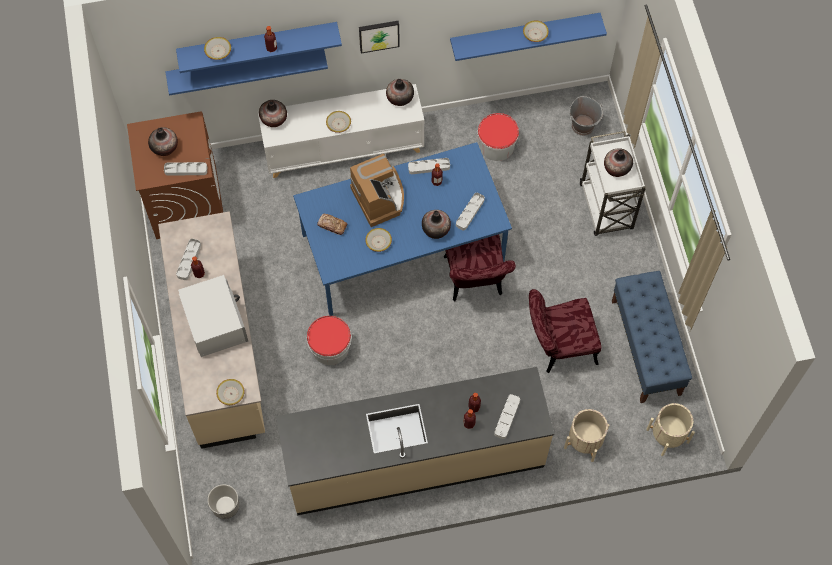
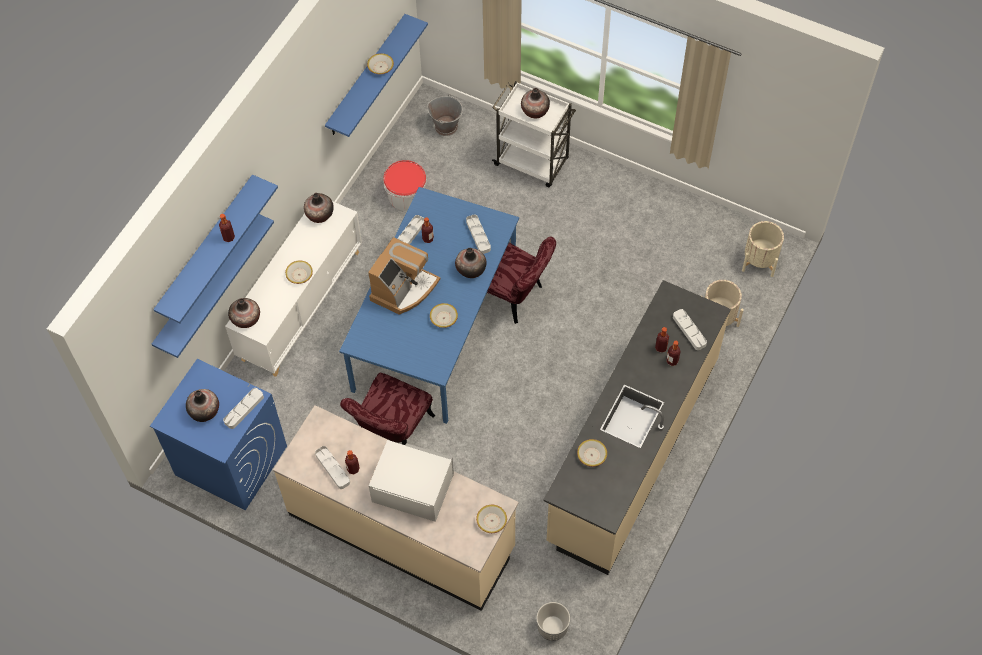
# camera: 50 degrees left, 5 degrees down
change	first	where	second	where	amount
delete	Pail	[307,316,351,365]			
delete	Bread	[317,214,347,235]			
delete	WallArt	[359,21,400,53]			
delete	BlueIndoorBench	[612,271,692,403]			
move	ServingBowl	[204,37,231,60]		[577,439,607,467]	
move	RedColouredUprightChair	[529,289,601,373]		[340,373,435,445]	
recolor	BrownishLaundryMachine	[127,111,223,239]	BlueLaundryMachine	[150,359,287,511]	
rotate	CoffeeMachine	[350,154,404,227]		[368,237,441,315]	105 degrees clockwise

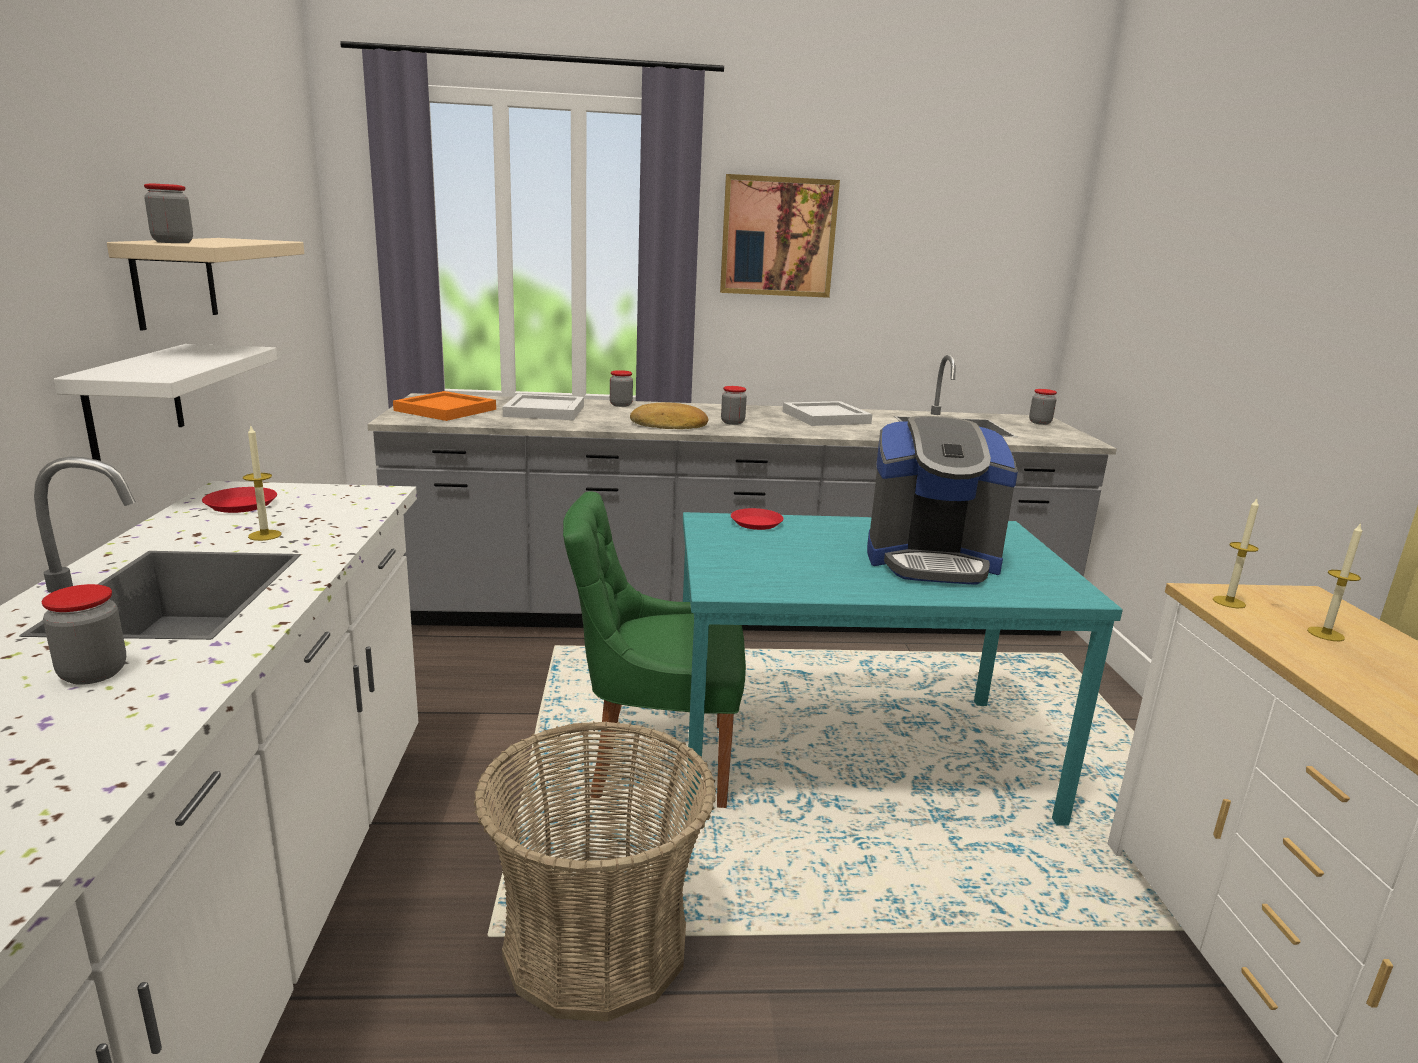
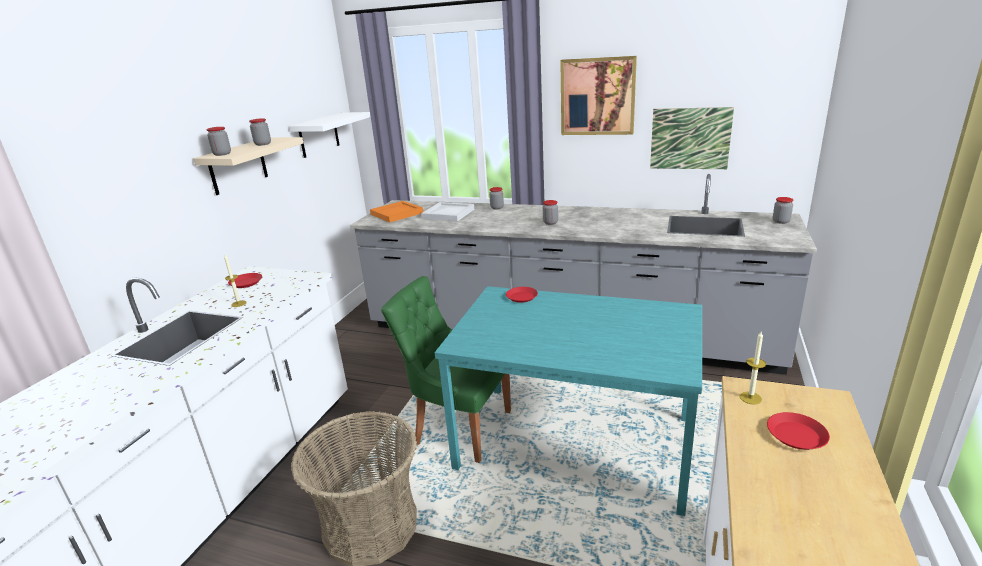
# camera: 25 degrees right, 5 degrees up
change	first	where	second	where	amount
delete	Bread	[630,403,708,429]			
delete	WhitishCarryingTray	[783,401,873,426]			
delete	CoffeeMachine	[867,416,1018,585]			
insert			WallArt	[650,107,734,169]	
move	StorageJar	[41,584,126,685]		[249,118,271,146]	
move	WhitishBracketShelf	[54,344,277,461]		[289,112,371,158]	
replace	WaxLight	[1307,522,1362,641]	RedColouredDinnerPlate	[767,412,830,450]	

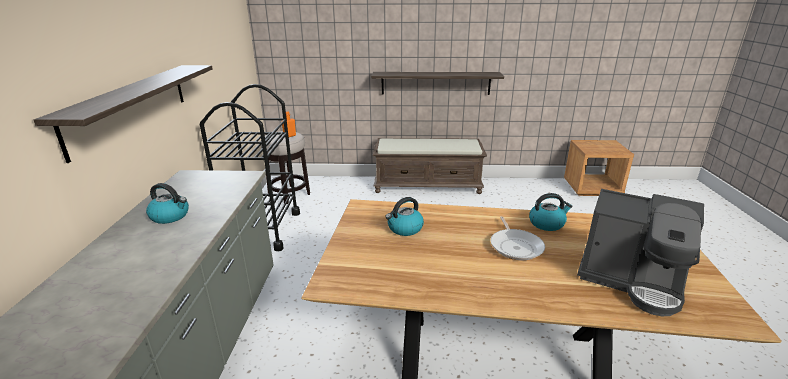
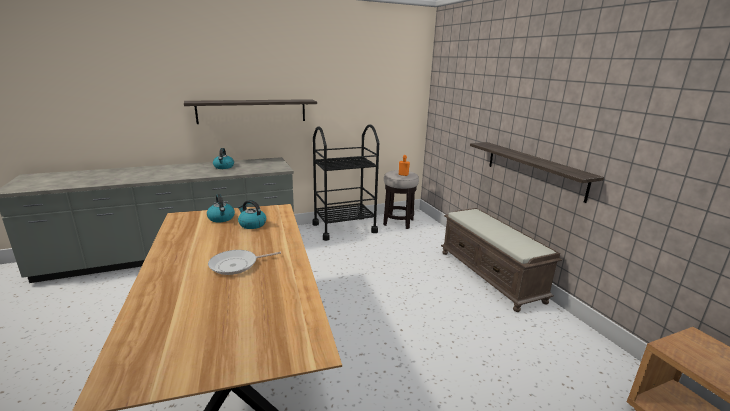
# camera: 65 degrees right, 5 degrees down
change	first	where	second	where	amount
delete	CoffeeMachine	[577,189,704,316]			
move	Kettle	[529,193,573,231]		[207,194,235,222]	

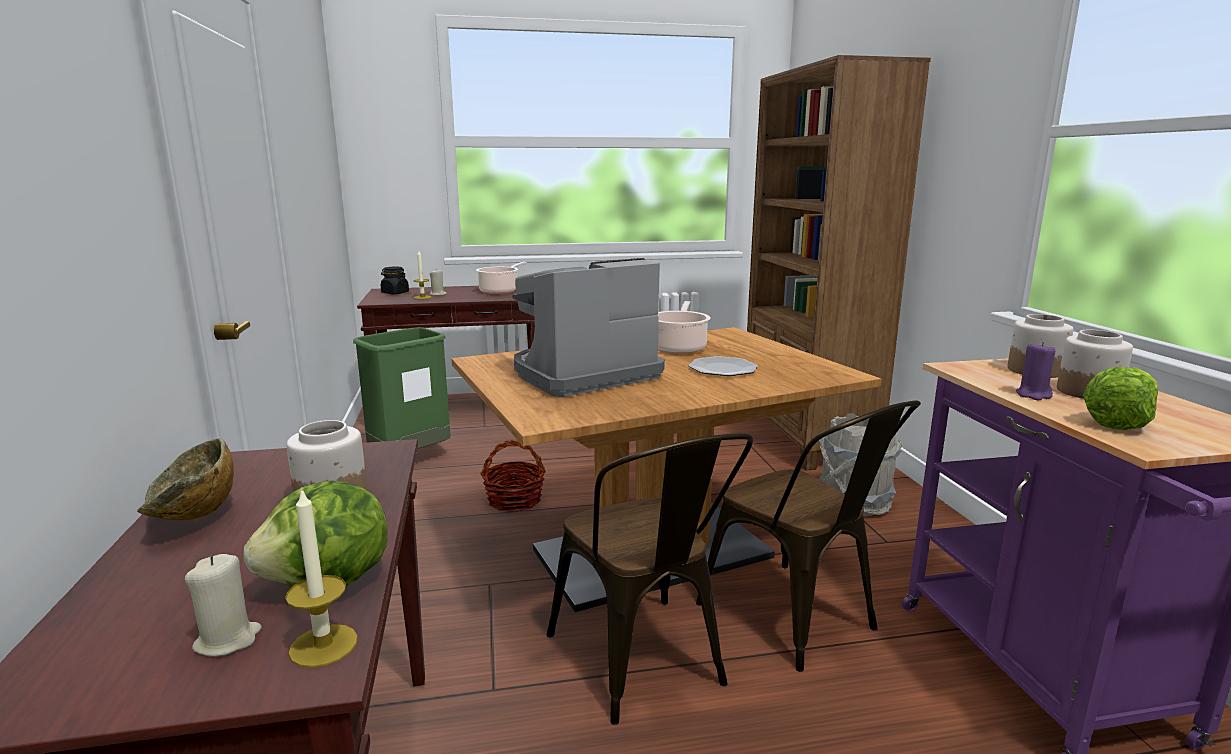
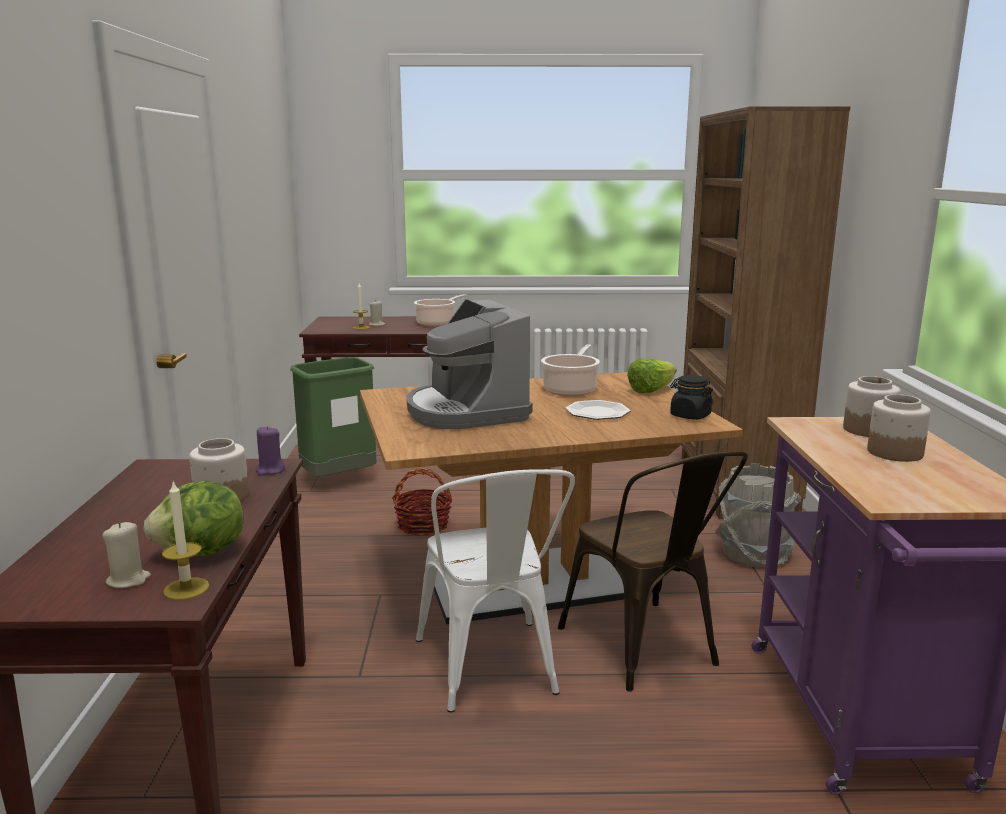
# camera: 10 degrees right, 0 degrees up
change	first	where	second	where	amount
delete	ServingBowl	[137,438,234,520]			
move	BlackColouredStorageJar	[381,266,409,294]		[670,375,713,420]	
move	PurpleWaxLight	[1016,342,1055,400]		[256,426,285,475]	
move	Lettuce	[1083,367,1158,430]		[627,358,677,393]	
recolor	BrownishUprightChair	[546,433,753,725]	WhitishUprightChair	[416,469,575,713]	
rotate	CoffeeMachine	[512,258,665,397]		[407,299,533,429]	90 degrees counterclockwise

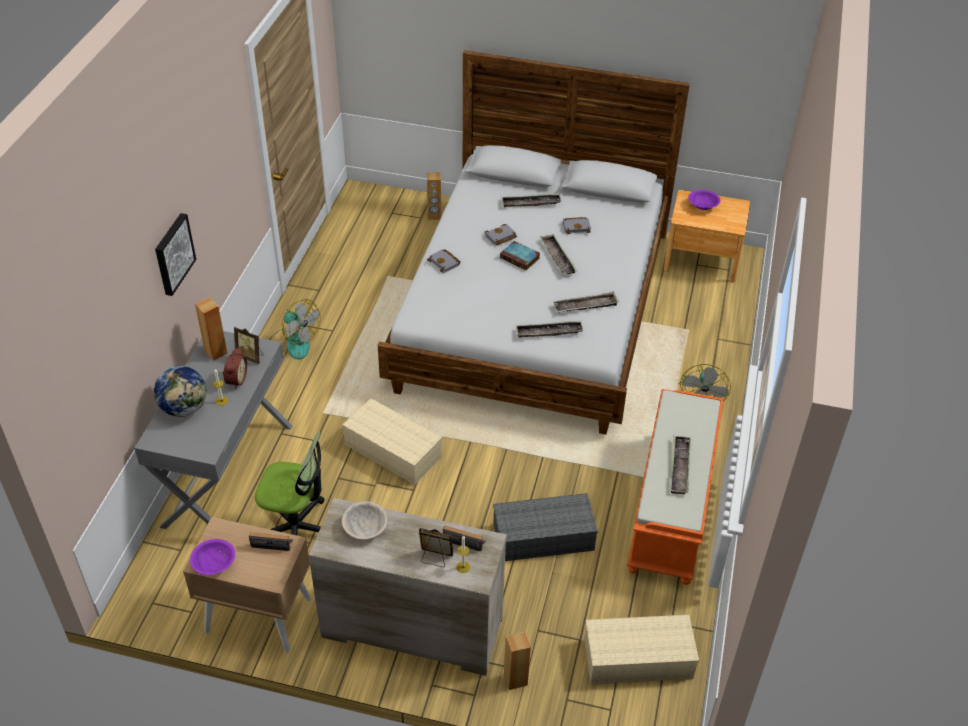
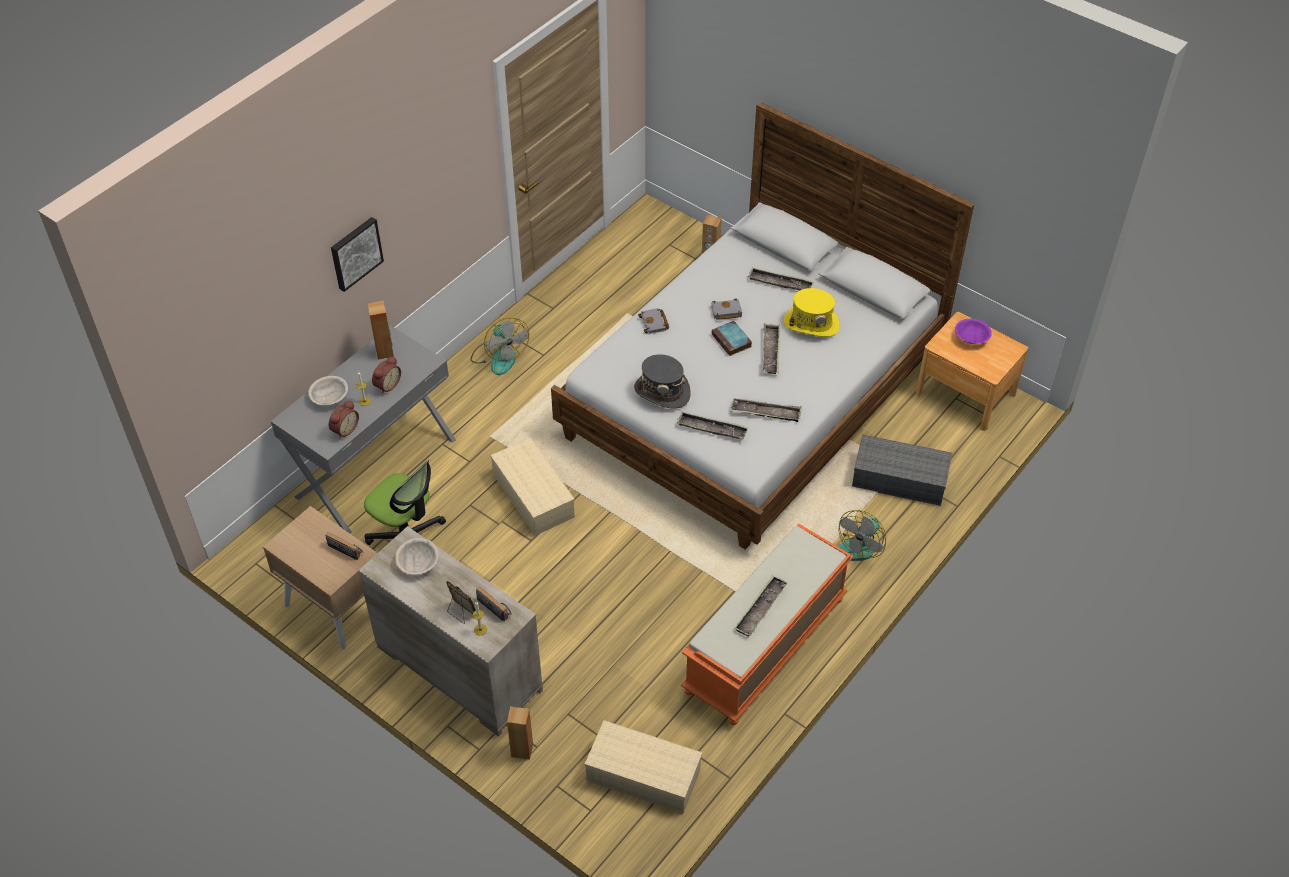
# camera: 25 degrees right, 5 degrees up
change	first	where	second	where	amount
delete	PurpleServingBowl	[190,539,235,575]			
delete	StandingFrame	[234,327,264,364]			
insert			BedsideClock	[329,400,359,439]	
insert			GreyishClothingHat	[634,354,691,408]	
move	GreyishStorageContainer	[493,493,598,561]		[852,434,952,506]	
replace	Globe	[154,366,206,417]	SandColouredServingBowl	[308,376,348,405]	
replace	GreyishBook	[563,217,591,234]	YellowClothingHat	[783,288,840,337]	

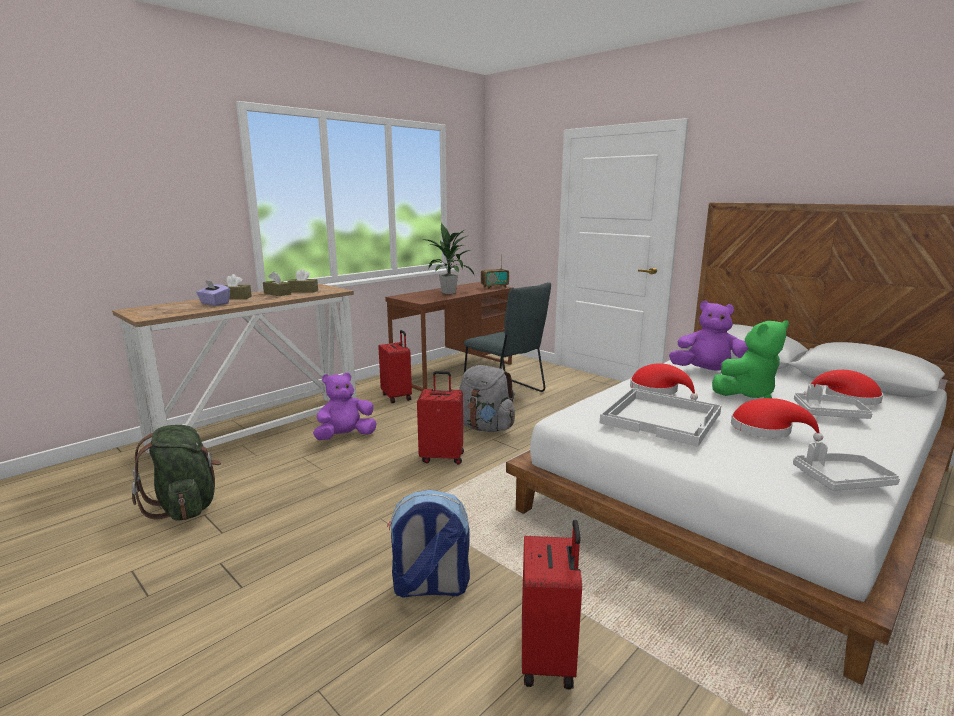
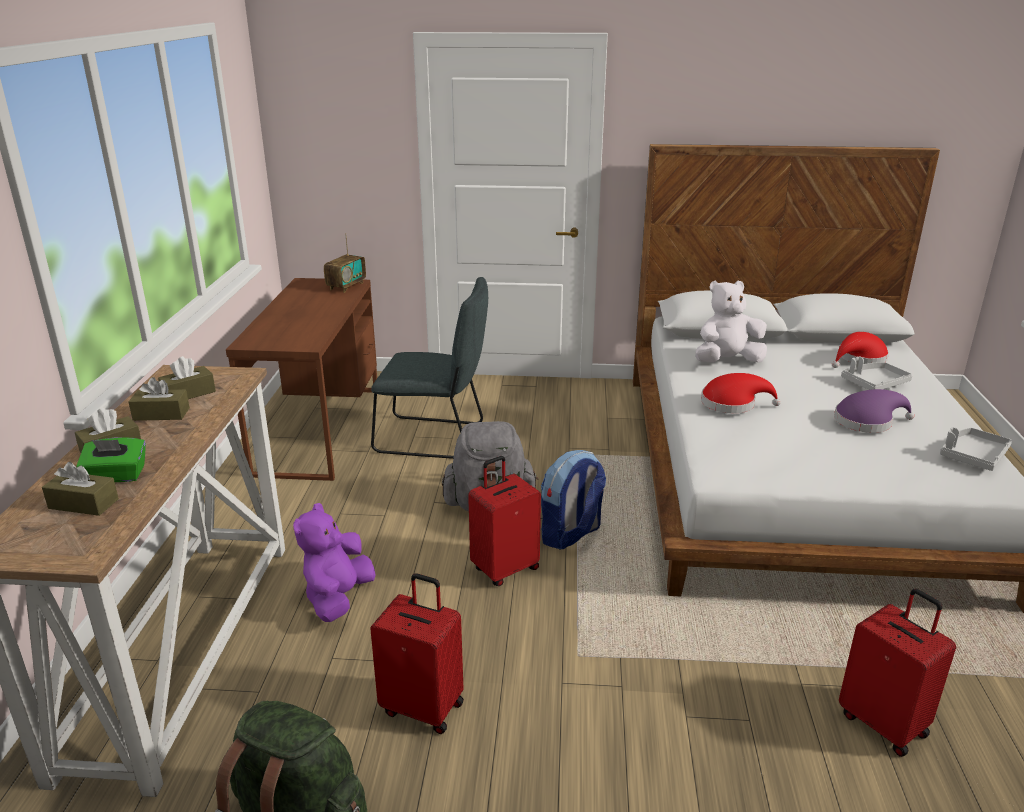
# camera: 40 degrees left, 10 degrees up
change	first	where	second	where	amount
delete	Houseplant	[424,223,475,294]			
delete	WhitishCarryingTray	[600,388,722,447]			
delete	GreenColouredCuddlyToy	[712,320,789,398]			
insert			BrownishTissueBox	[42,462,119,516]	
move	RedColouredTravelCase	[378,330,412,403]		[370,573,464,734]	
move	Rucksack	[387,490,470,598]		[541,450,606,549]	
recolor	PurpleTissueBox	[196,280,230,306]	GreenColouredTissueBox	[76,437,146,482]	
recolor	PurpleCuddlyToy	[669,301,748,377]	WhitishCuddlyToy	[695,280,767,362]	
recolor	RedColouredClothingHat	[731,398,823,441]	PurpleClothingHat	[834,389,914,433]	

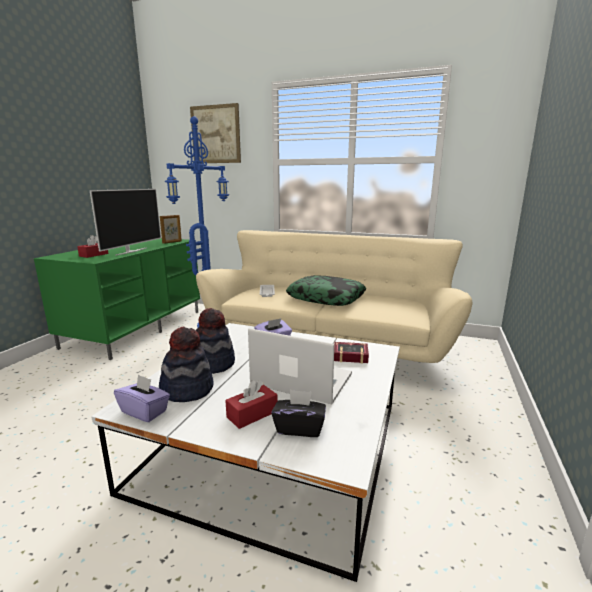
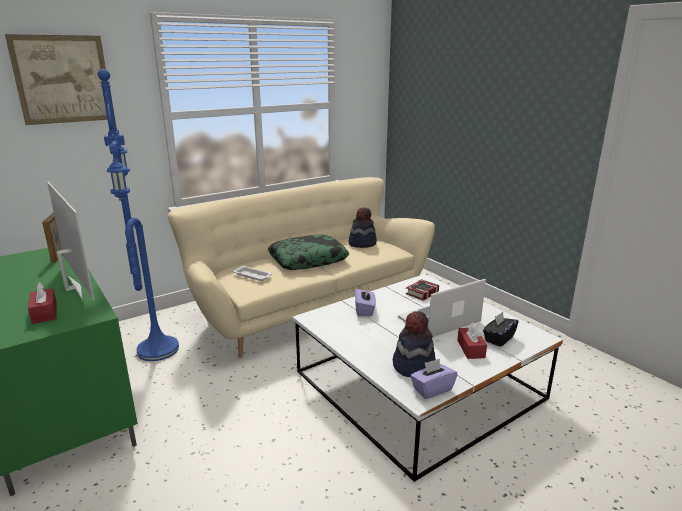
# camera: 55 degrees left, 5 degrees up
change	first	where	second	where	amount
move	ClothingHat	[196,308,235,374]		[348,207,377,248]	

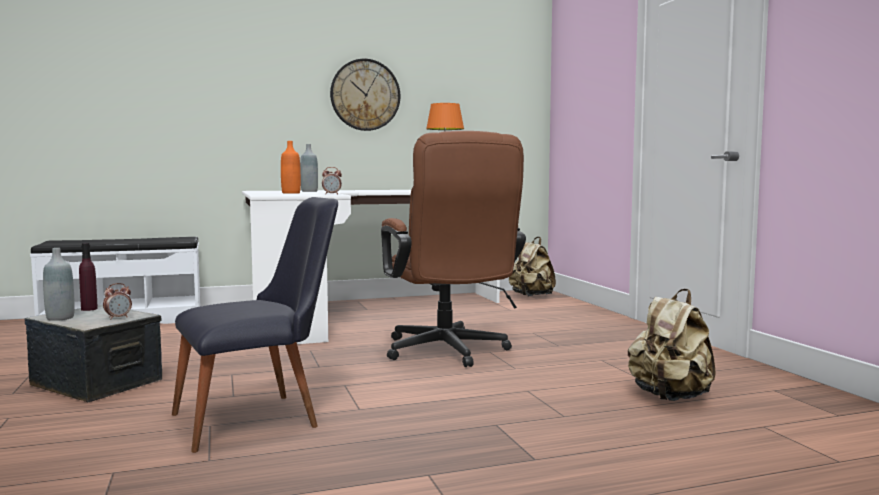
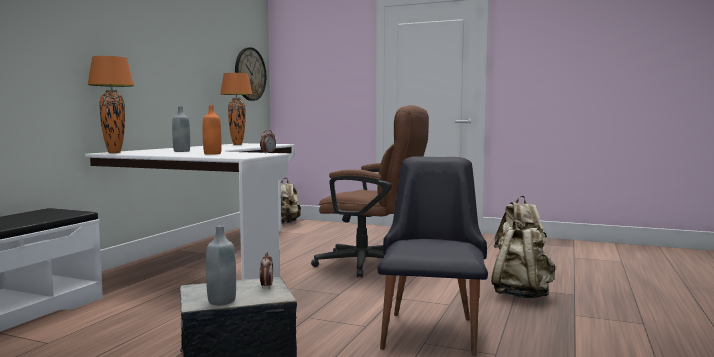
# camera: 50 degrees left, 0 degrees up
change	first	where	second	where	amount
delete	PurpleBeverageBottle	[79,243,98,311]			
insert			OrangeyTabletopLamp	[87,56,134,153]	
insert			SandColouredRucksack	[491,220,555,298]	
move	HangingClock	[330,59,400,131]		[235,47,266,101]	

